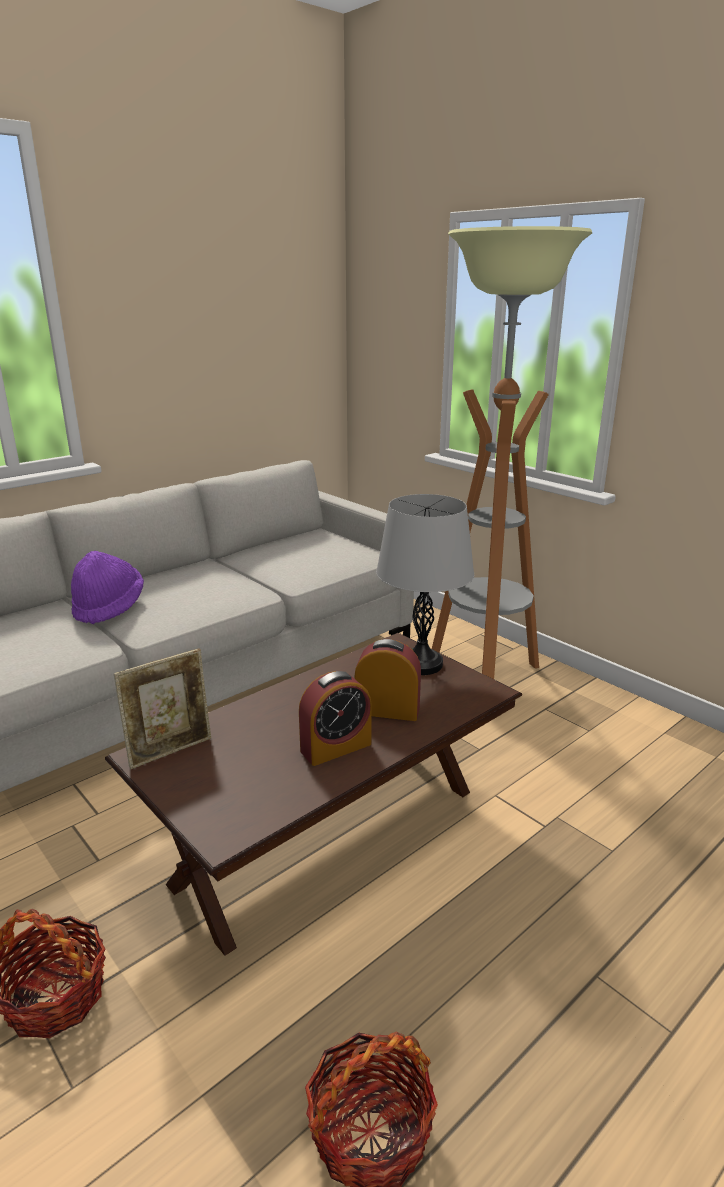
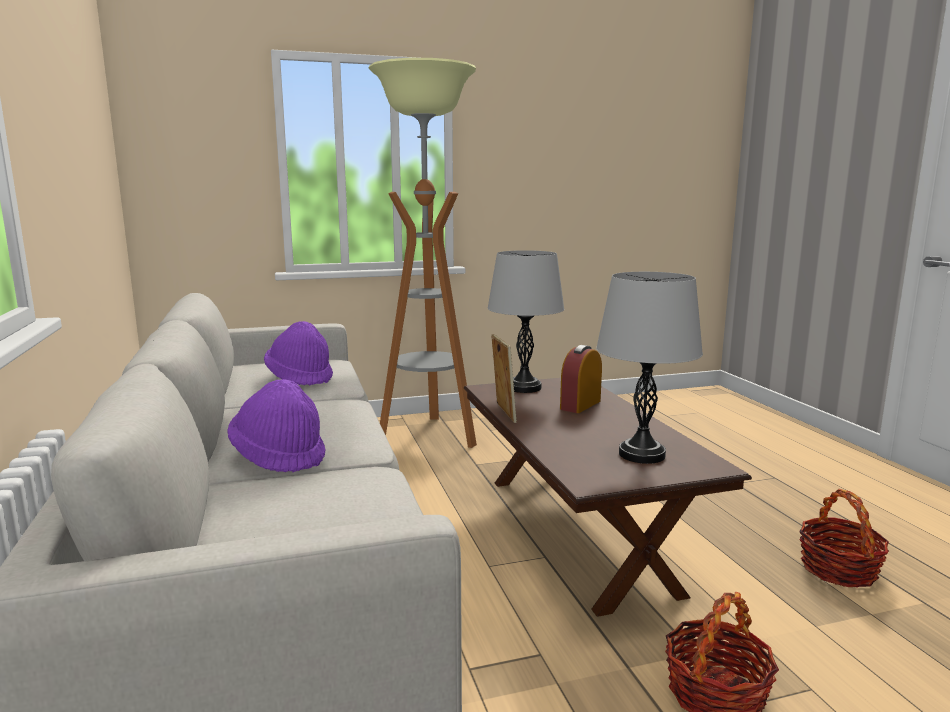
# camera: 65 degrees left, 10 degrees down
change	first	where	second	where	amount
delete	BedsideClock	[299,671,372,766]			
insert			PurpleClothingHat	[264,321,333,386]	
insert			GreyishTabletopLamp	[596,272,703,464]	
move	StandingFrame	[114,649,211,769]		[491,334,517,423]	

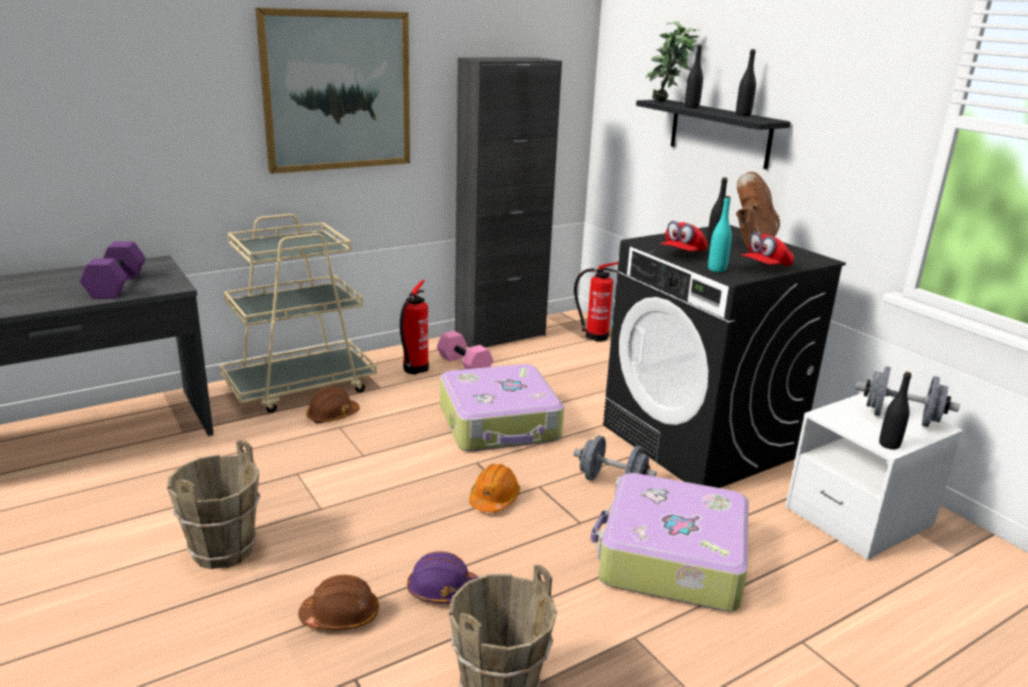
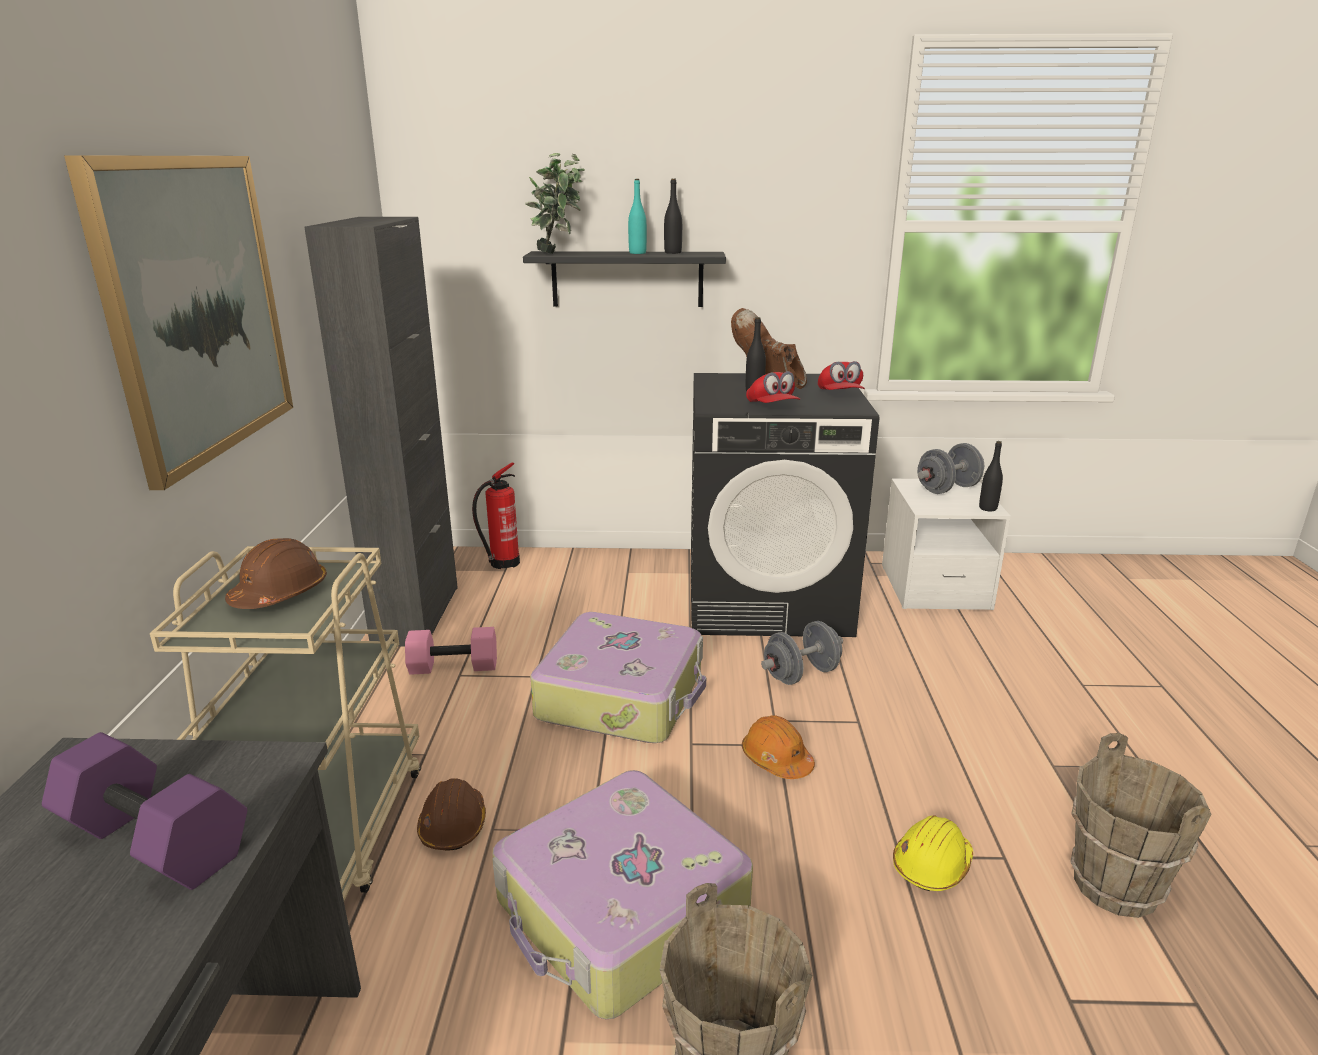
# camera: 55 degrees left, 0 degrees up
change	first	where	second	where	amount
delete	FireExtinguisher	[400,280,429,374]			
delete	BlackColouredBeverageBottle	[685,45,703,108]			
move	BrownishHardHat	[298,575,379,630]		[225,538,327,609]	
move	TravelCase	[591,473,749,612]		[492,770,753,1019]	
move	TurquoiseBeverageBottle	[708,196,732,272]		[628,179,647,254]	
recolor	PurpleHardHat	[407,551,478,604]	YellowHardHat	[893,815,973,891]	

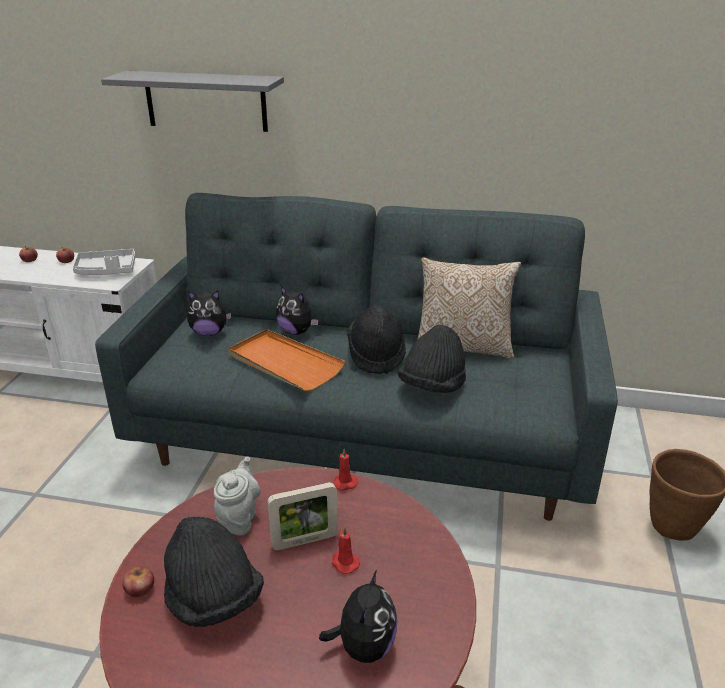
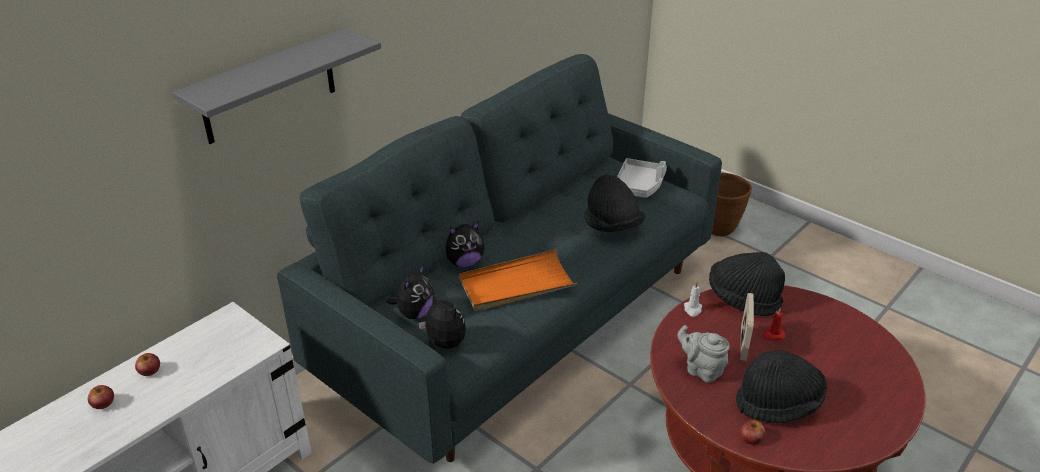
# camera: 60 degrees left, 5 degrees up
change	first	where	second	where	amount
delete	Cushion	[417,257,521,359]			
move	GreyishCarryingTray	[73,249,136,275]		[617,158,667,198]	
move	CuddlyToy	[319,570,397,663]		[419,293,466,350]	
move	BlackColouredClothingHat	[347,306,406,374]		[709,252,785,316]	
recolor	RedColouredWaxLight	[333,449,358,491]	WhitishWaxLight	[684,282,702,317]	

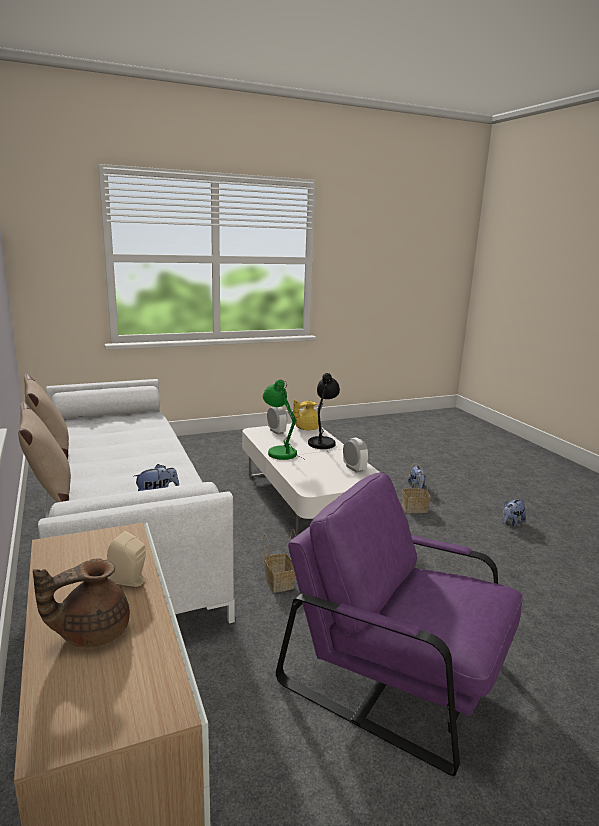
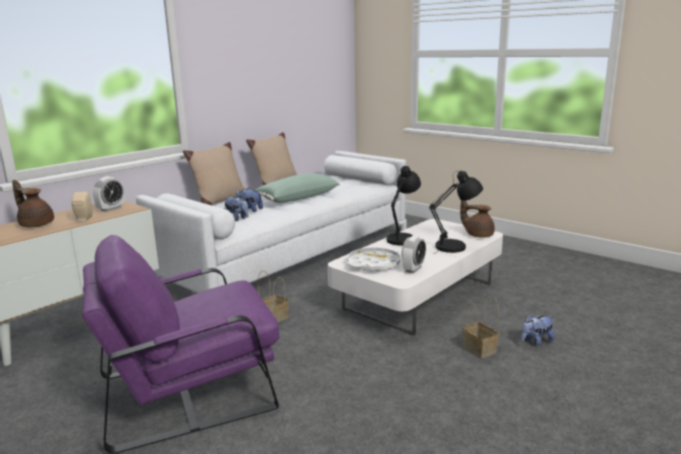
# camera: 65 degrees right, 0 degrees up
change	first	where	second	where	amount
insert			GreenColouredCushion	[256,174,340,203]	
insert			WhitishCarryingTray	[347,247,401,272]	
move	BedsideClock	[267,407,287,435]		[93,176,125,212]	
move	CuddlyToy	[503,499,526,527]		[236,187,263,212]	
recolor	GreenColouredTabletopLamp	[263,379,303,460]	BlackColouredTabletopLamp	[387,166,421,246]	
recolor	YellowTeaPot	[293,400,319,430]	BrownishTeaPot	[460,200,495,238]	
rotate	PurpleEasyChair	[276,472,523,776]		[82,235,279,454]	120 degrees counterclockwise

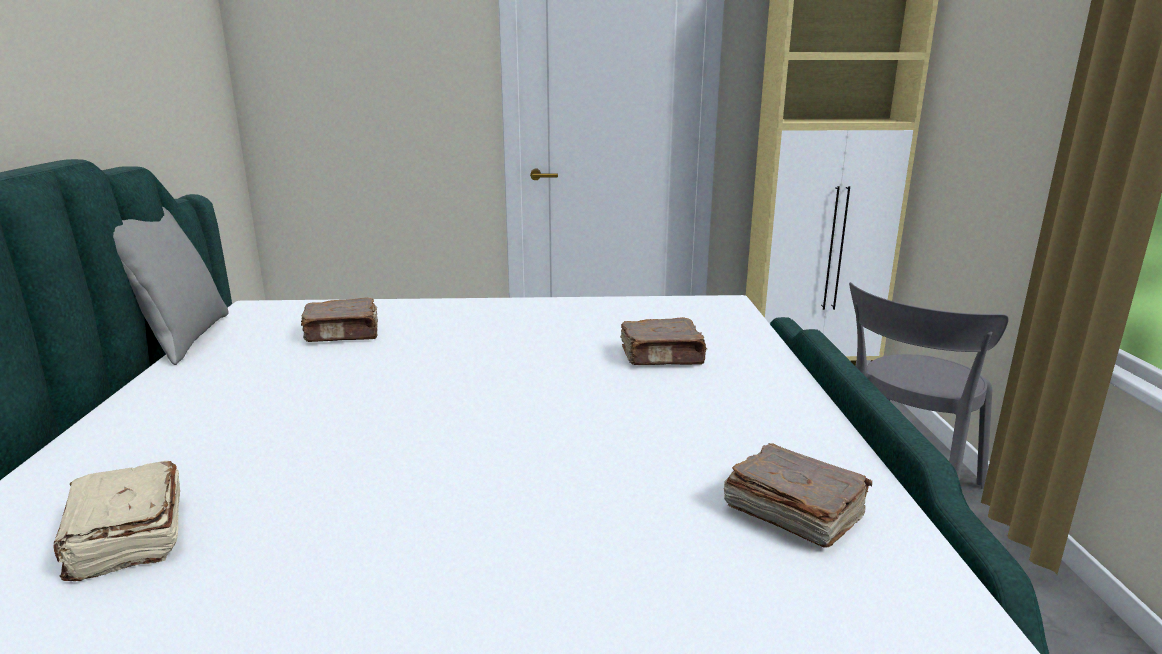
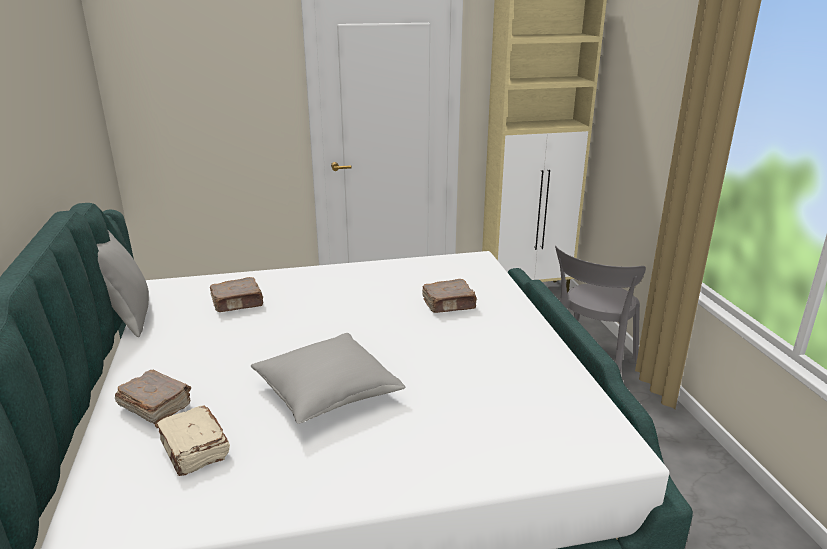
# camera: 10 degrees left, 5 degrees up
change	first	where	second	where	amount
insert			GreyishCushion	[251,333,405,424]	
move	BrownishBook	[724,443,872,548]		[115,370,191,424]	

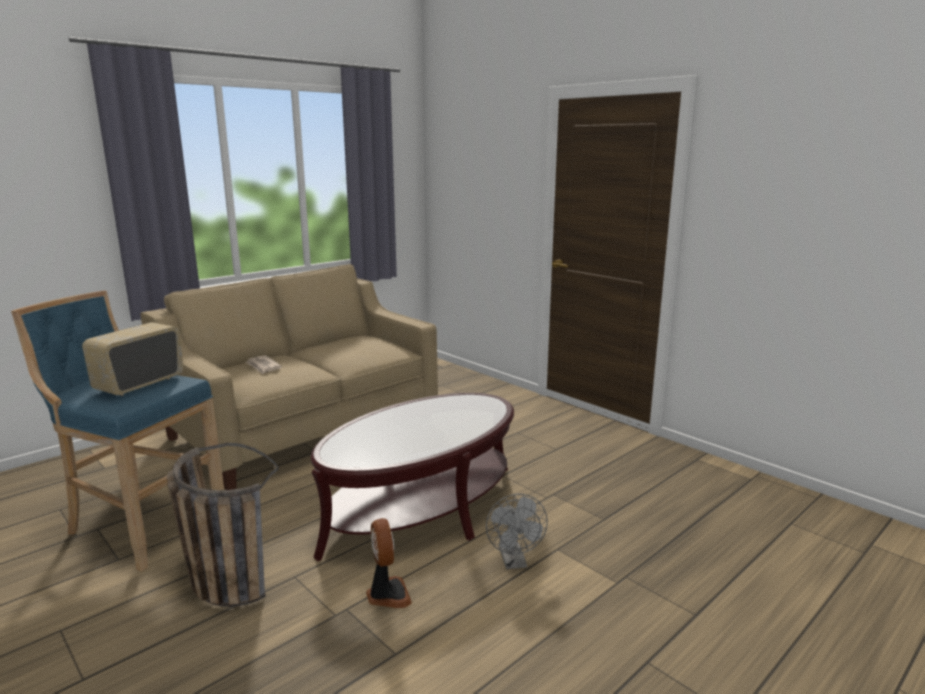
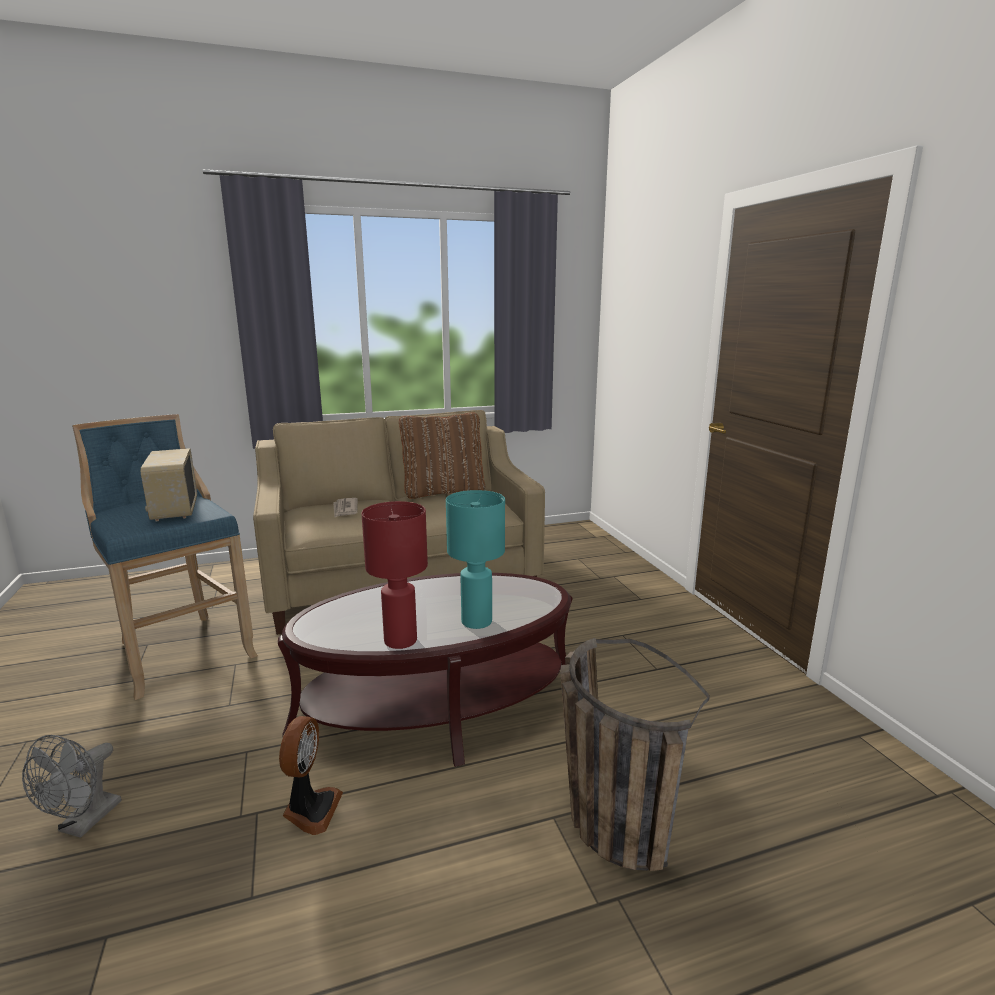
# camera: 25 degrees right, 0 degrees up
change	first	where	second	where	amount
insert			RedColouredTabletopLamp	[362,501,428,649]	
insert			BrownishCushion	[399,412,485,499]	
insert			TurquoiseTabletopLamp	[446,490,505,629]	
move	Basket	[167,443,279,607]		[560,638,710,871]	
move	GreyishFan	[486,494,548,569]		[22,735,121,838]	
rotate	Radio	[82,322,184,396]		[141,448,197,521]	75 degrees counterclockwise

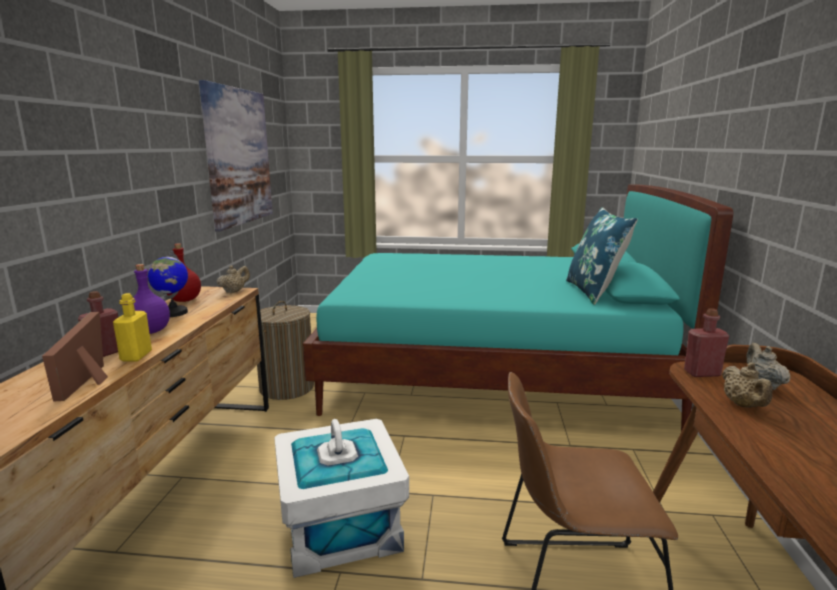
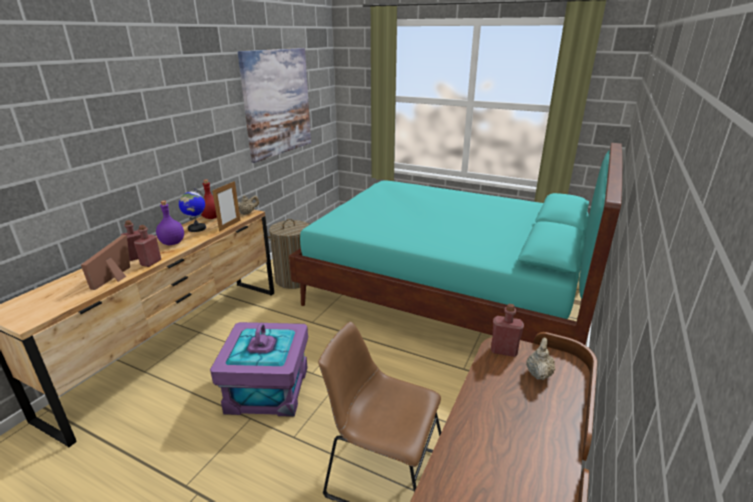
# camera: 20 degrees right, 10 degrees up
change	first	where	second	where	amount
delete	BlueCushion	[566,207,638,305]			
delete	SandColouredTeaPot	[722,362,773,408]			
insert			StandingFrame	[212,181,240,232]	
recolor	YellowBeverageBottle	[113,293,152,362]	RedColouredBeverageBottle	[134,225,161,267]	
recolor	WhitishStorageContainer	[274,419,409,578]	PurpleStorageContainer	[210,322,308,417]	

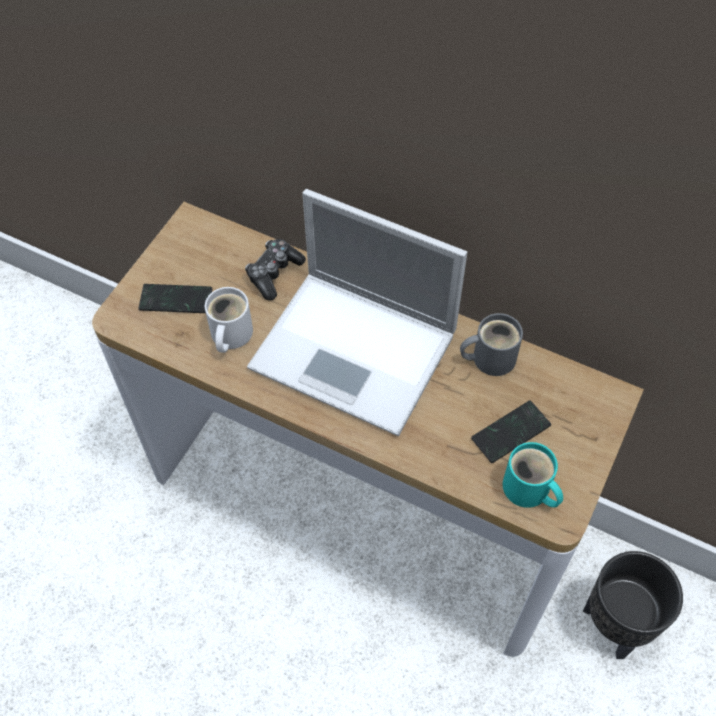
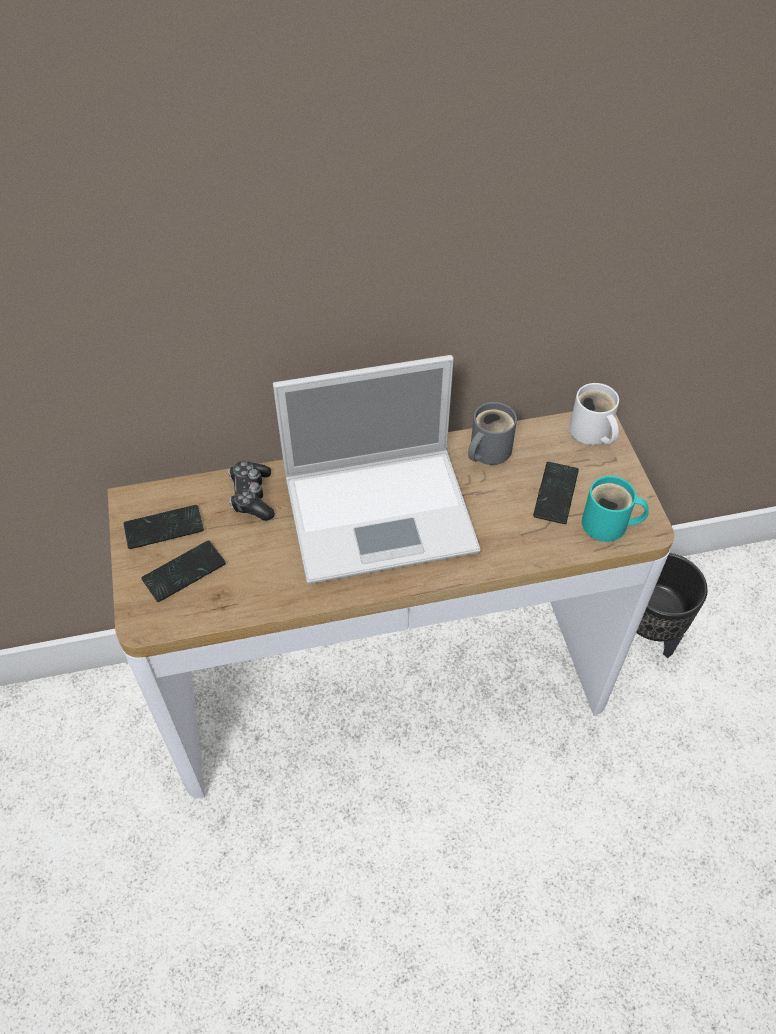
# camera: 40 degrees left, 5 degrees down
change	first	where	second	where	amount
insert			Telephone	[124,505,204,549]	
move	WhitishMug	[205,287,253,353]		[569,383,619,445]	

